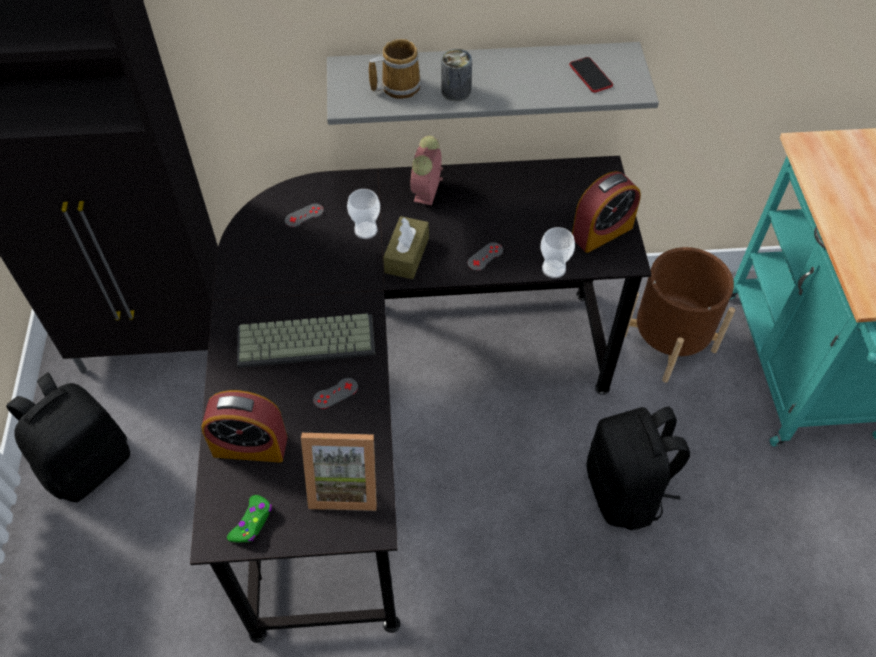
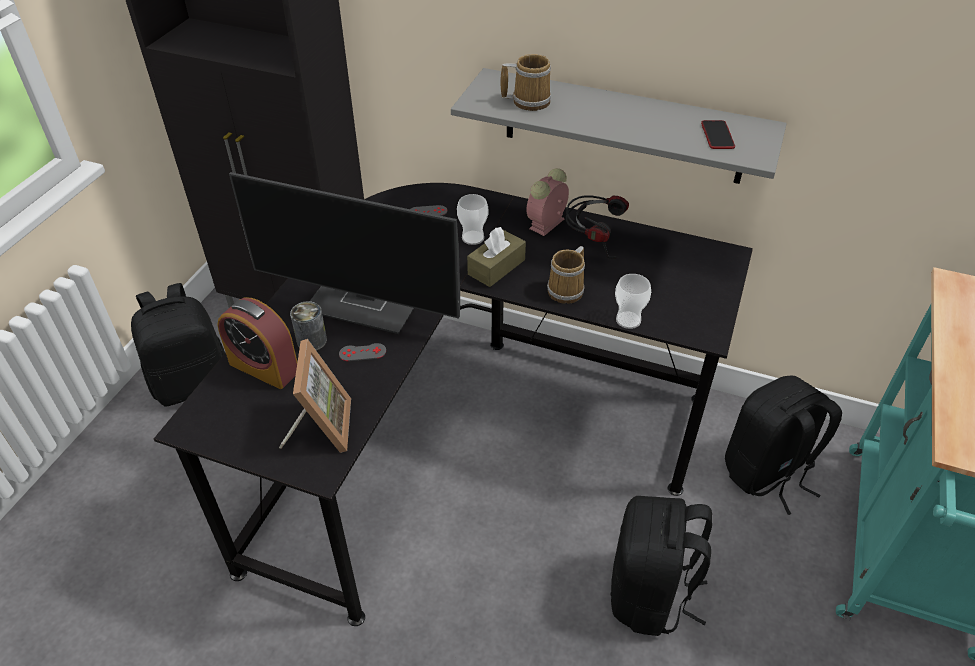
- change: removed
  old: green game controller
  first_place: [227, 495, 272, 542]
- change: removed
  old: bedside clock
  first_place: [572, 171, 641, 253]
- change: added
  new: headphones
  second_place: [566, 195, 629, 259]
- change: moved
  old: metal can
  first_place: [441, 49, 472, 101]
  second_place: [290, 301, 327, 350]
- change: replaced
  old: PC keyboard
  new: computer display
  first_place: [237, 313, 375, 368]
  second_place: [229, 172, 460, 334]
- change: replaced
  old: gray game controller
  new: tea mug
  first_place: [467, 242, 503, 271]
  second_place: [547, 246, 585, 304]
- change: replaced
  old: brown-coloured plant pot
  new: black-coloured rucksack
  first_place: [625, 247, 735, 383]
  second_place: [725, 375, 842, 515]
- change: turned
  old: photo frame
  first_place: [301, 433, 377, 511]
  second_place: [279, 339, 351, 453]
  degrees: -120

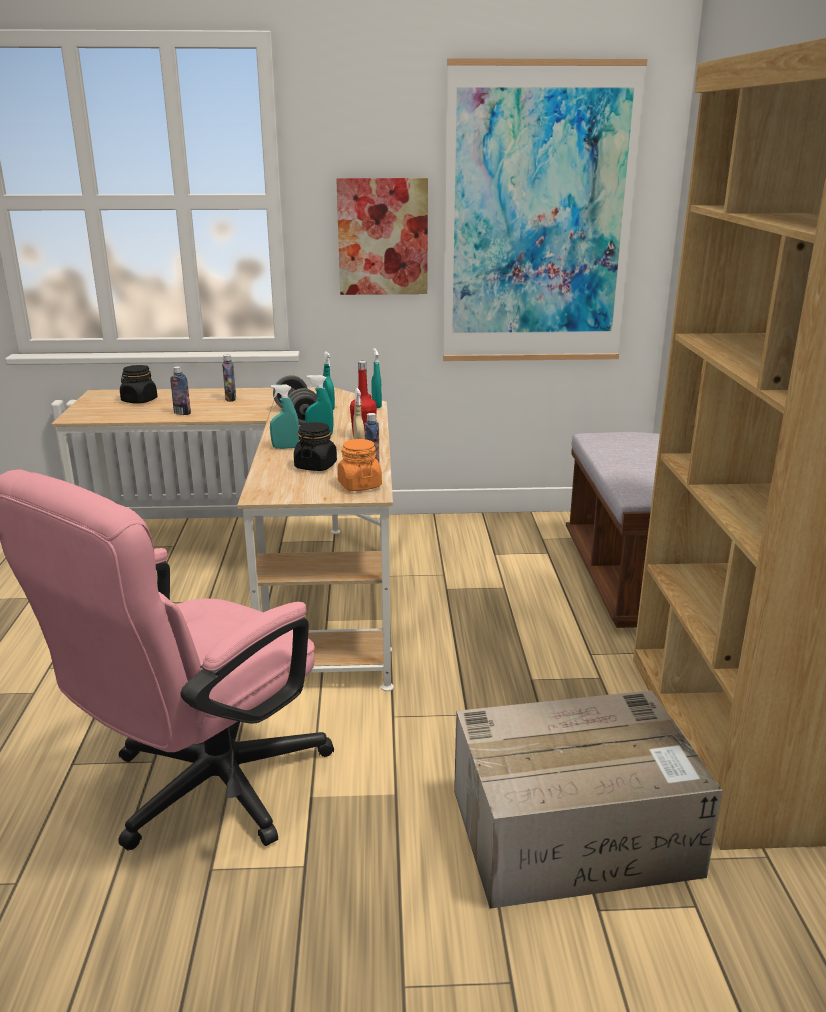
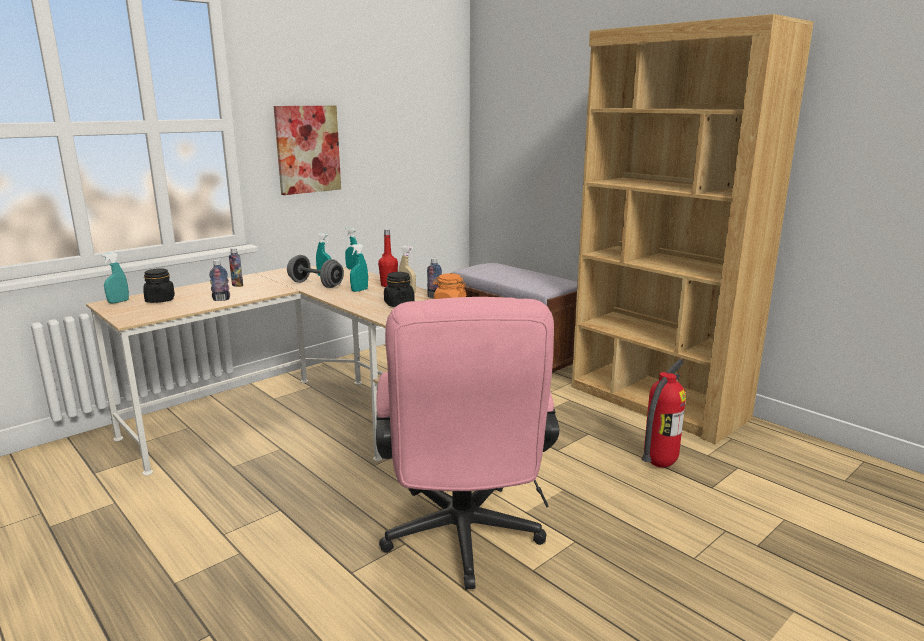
- change: removed
  old: wall art
  first_place: [443, 58, 648, 361]
- change: moved
  old: turquoise-coloured hand sprayer
  first_place: [270, 385, 299, 449]
  second_place: [101, 252, 129, 304]
- change: replaced
  old: cardboard box
  new: extinguisher
  first_place: [454, 690, 723, 909]
  second_place: [641, 358, 686, 468]

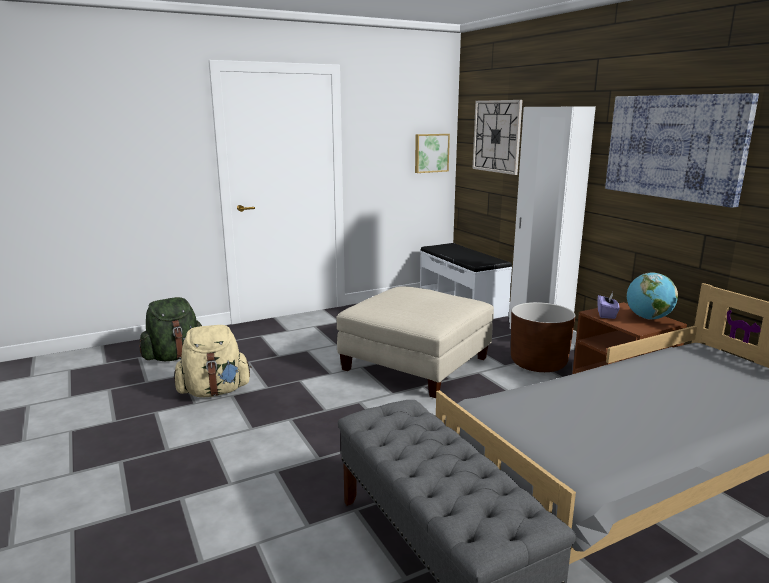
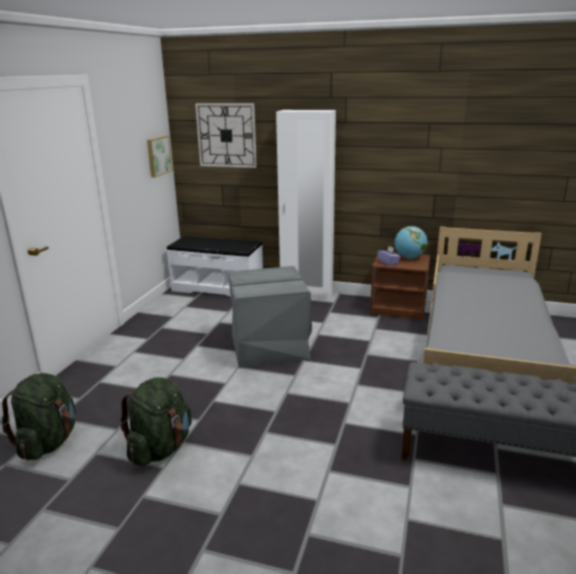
- change: removed
  old: brown-coloured plant pot
  first_place: [511, 302, 576, 372]
- change: removed
  old: wall art
  first_place: [605, 93, 759, 208]
- change: replaced
  old: beige footrest
  new: gray storage bin
  first_place: [336, 286, 494, 398]
  second_place: [228, 266, 312, 368]
- change: recoloured
  old: beige rucksack
  new: green rucksack
  first_place: [174, 325, 252, 397]
  second_place: [119, 377, 192, 466]

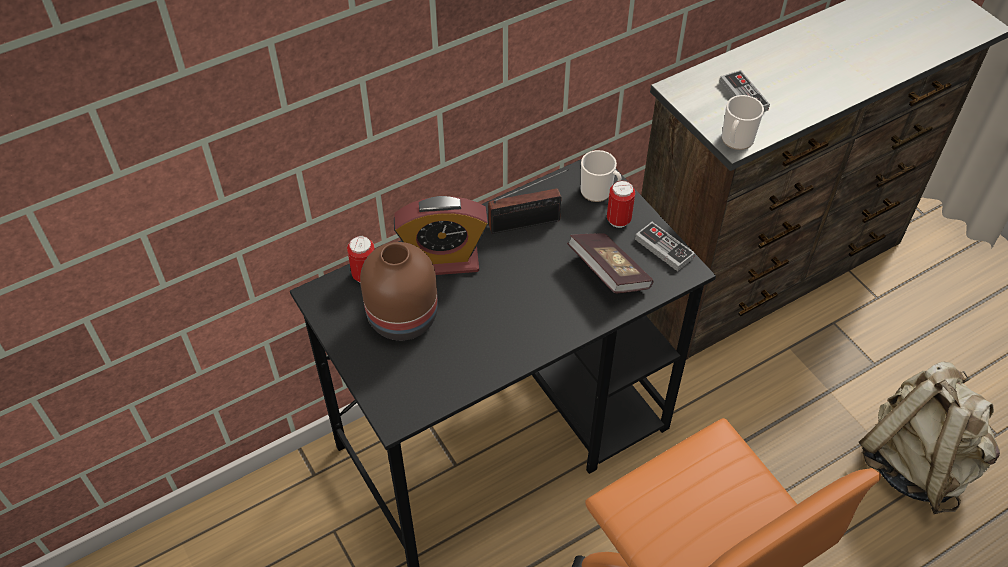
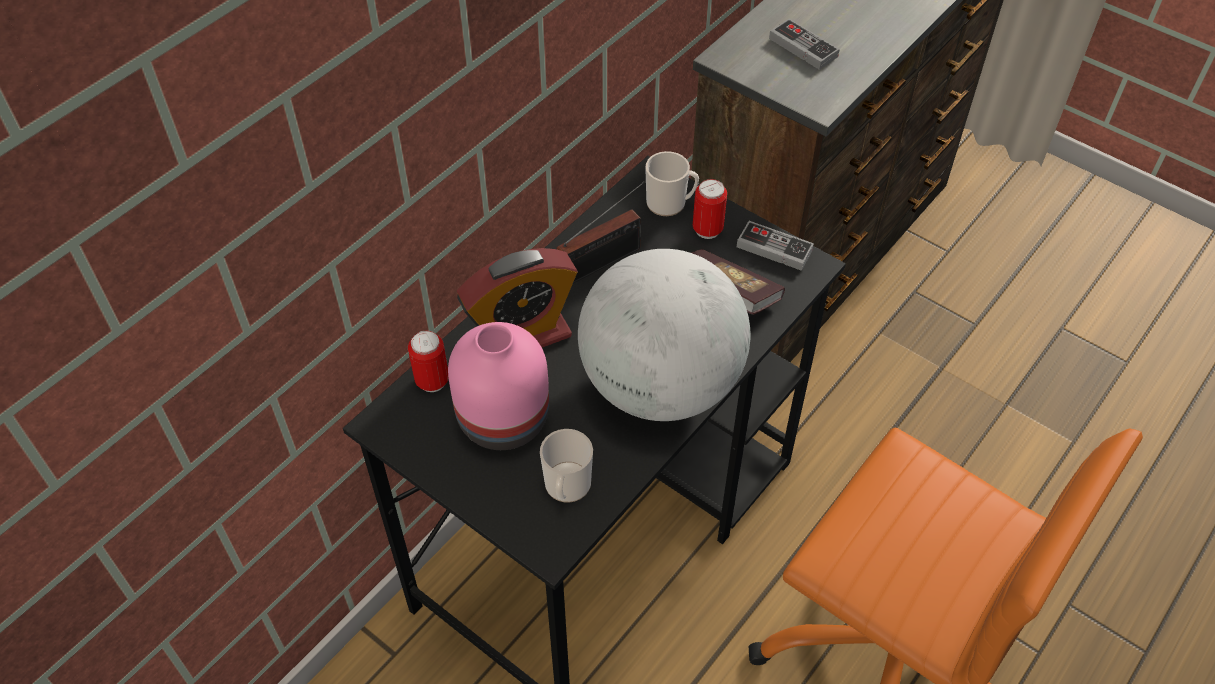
- change: removed
  old: beige rucksack
  first_place: [859, 362, 1000, 514]
- change: added
  new: globe
  second_place: [578, 249, 750, 421]
- change: moved
  old: tea mug
  first_place: [722, 95, 764, 150]
  second_place: [540, 429, 593, 503]
- change: recoloured
  old: brown-coloured flower vase
  new: pink flower vase
  first_place: [360, 242, 438, 341]
  second_place: [448, 322, 549, 450]

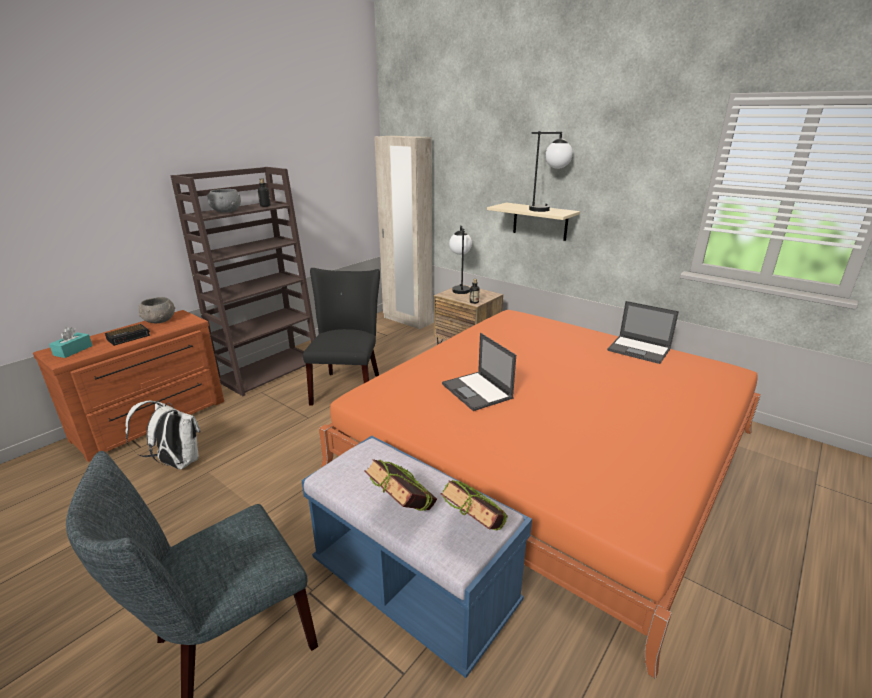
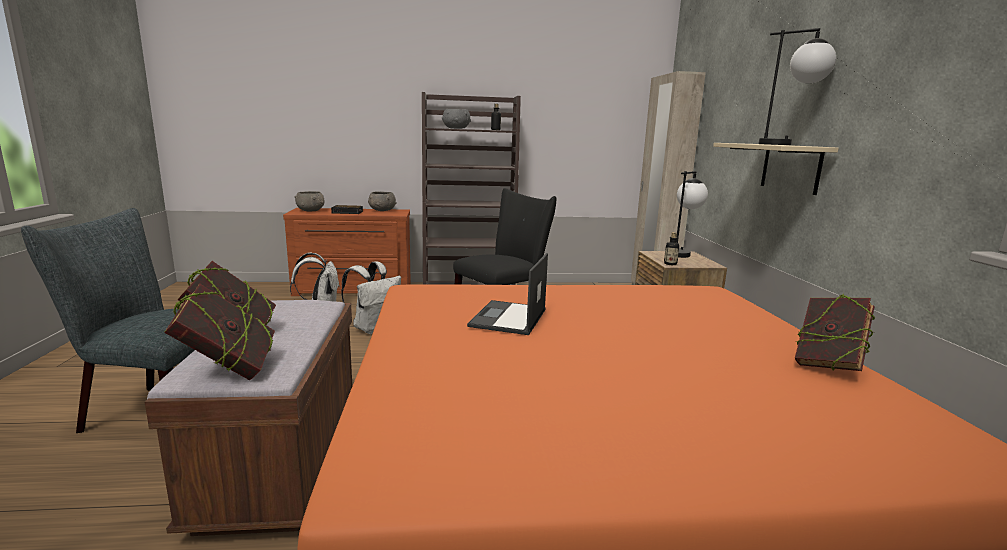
- change: added
  new: white rucksack
  second_place: [341, 261, 401, 334]
- change: replaced
  old: turquoise-coloured tissue box
  new: gray serving bowl
  first_place: [49, 327, 93, 358]
  second_place: [295, 191, 325, 211]
- change: replaced
  old: laptop
  new: volume
  first_place: [607, 301, 679, 364]
  second_place: [795, 294, 875, 371]
- change: recoloured
  old: blue-coloured indoor bench
  new: brown-coloured indoor bench
  first_place: [301, 436, 532, 678]
  second_place: [145, 300, 352, 536]

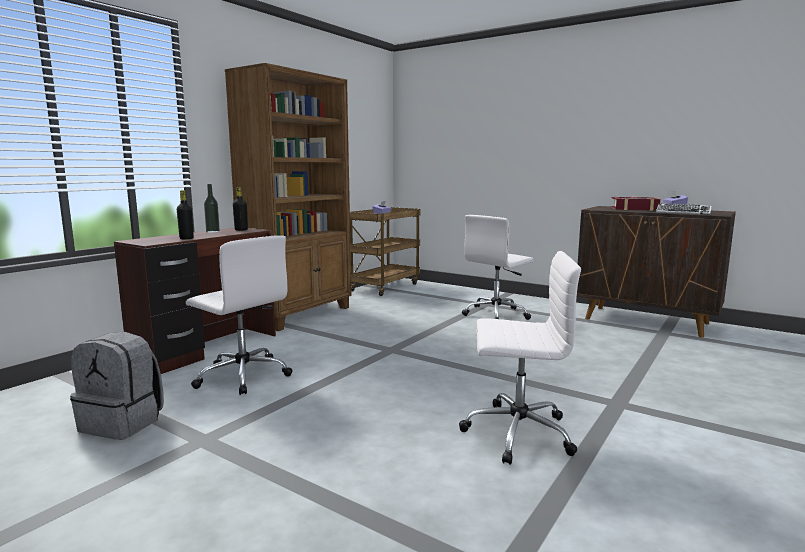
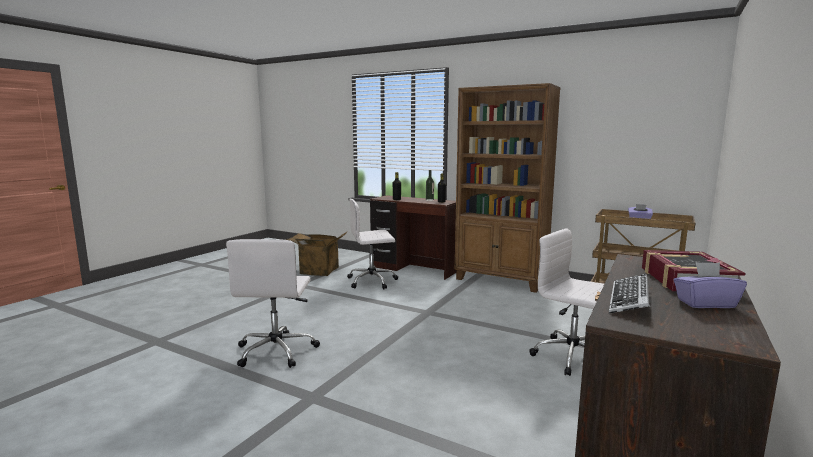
- change: replaced
  old: gray rucksack
  new: cardboard box
  first_place: [70, 332, 164, 440]
  second_place: [286, 231, 348, 276]
- change: turned
  old: white desk chair
  first_place: [186, 235, 293, 395]
  second_place: [347, 199, 398, 289]
  degrees: 45

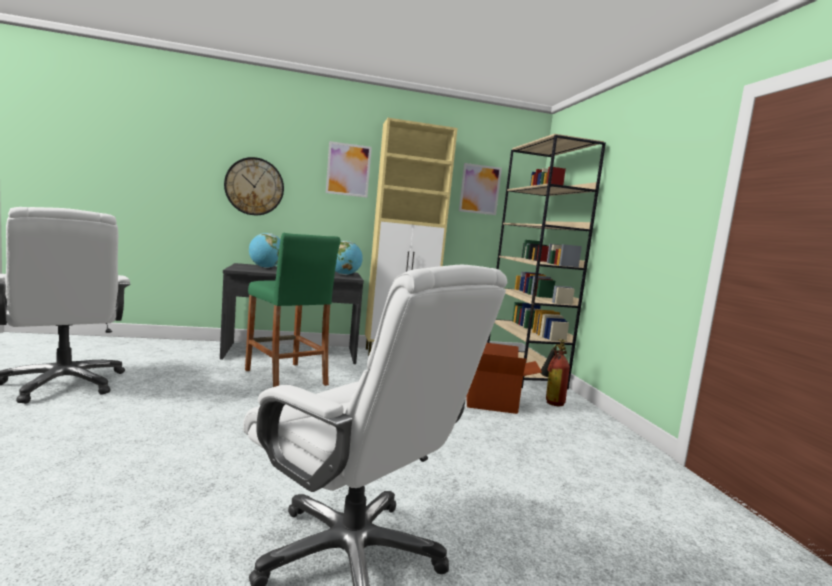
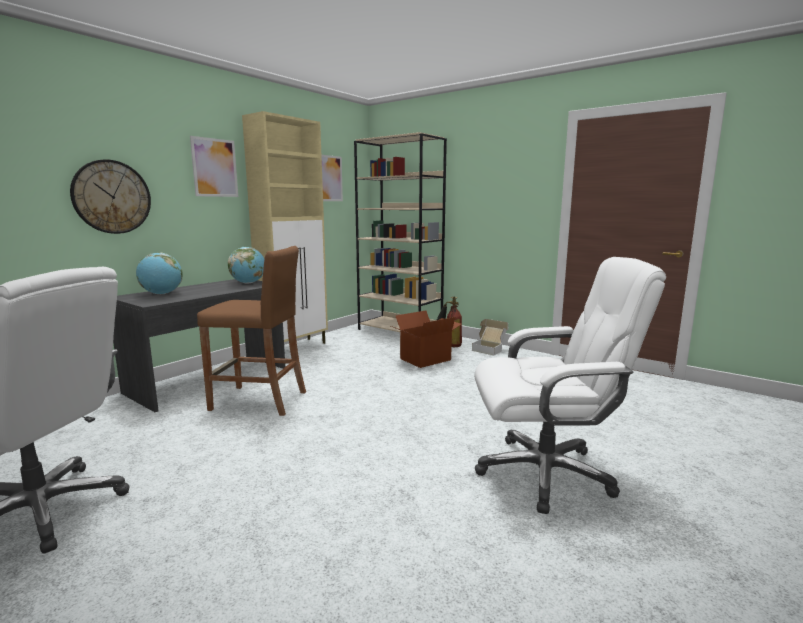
- change: added
  new: cardboard box
  second_place: [472, 319, 508, 355]
- change: recoloured
  old: green stool
  new: brown-coloured stool
  first_place: [245, 233, 340, 387]
  second_place: [197, 246, 306, 416]

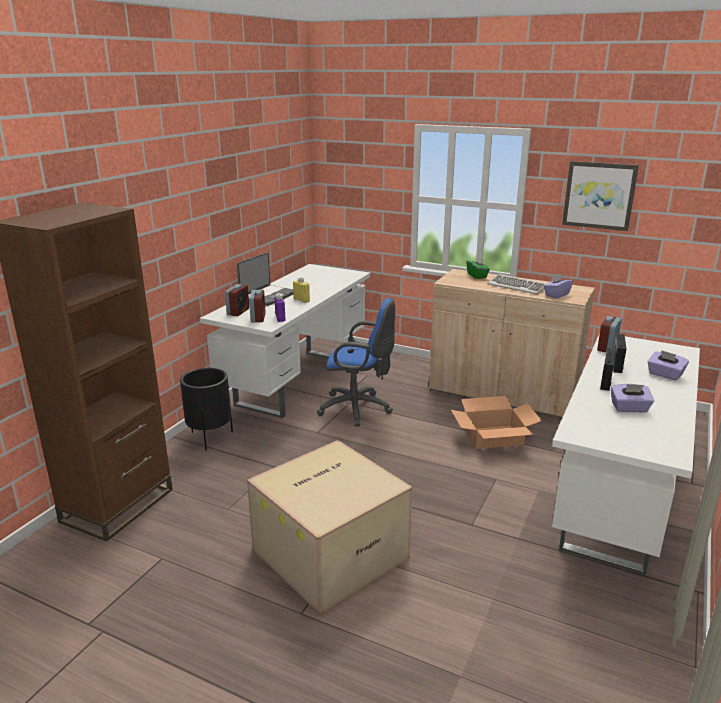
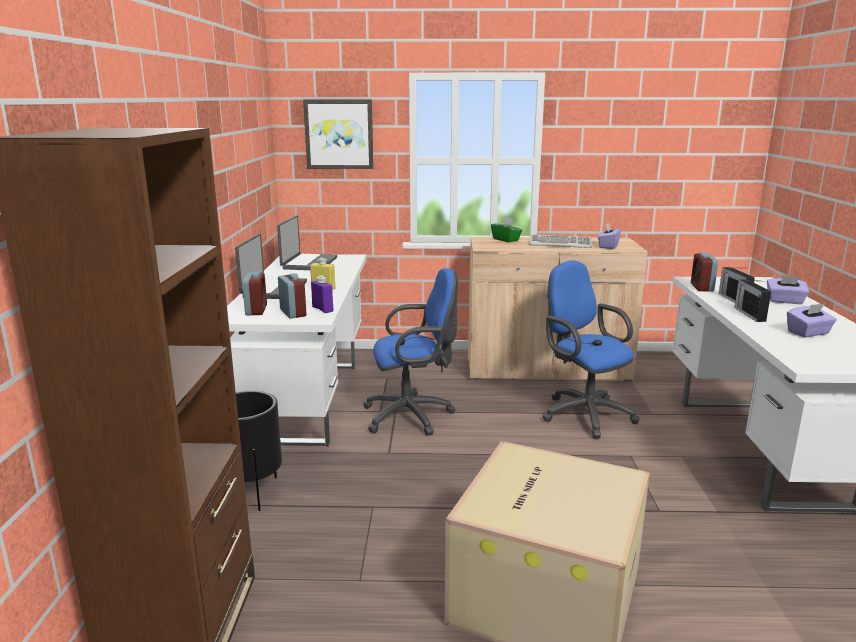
- change: added
  new: laptop
  second_place: [277, 215, 337, 270]
- change: moved
  old: wall art
  first_place: [562, 161, 639, 231]
  second_place: [303, 99, 374, 169]
- change: replaced
  old: cardboard box
  new: blue-coloured desk chair
  first_place: [451, 396, 542, 449]
  second_place: [542, 260, 639, 438]

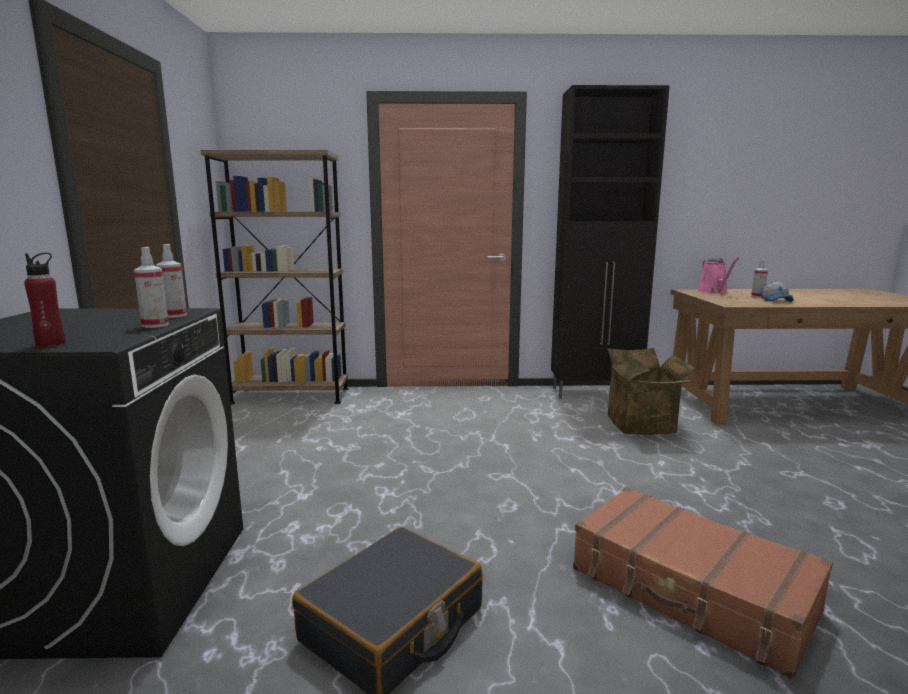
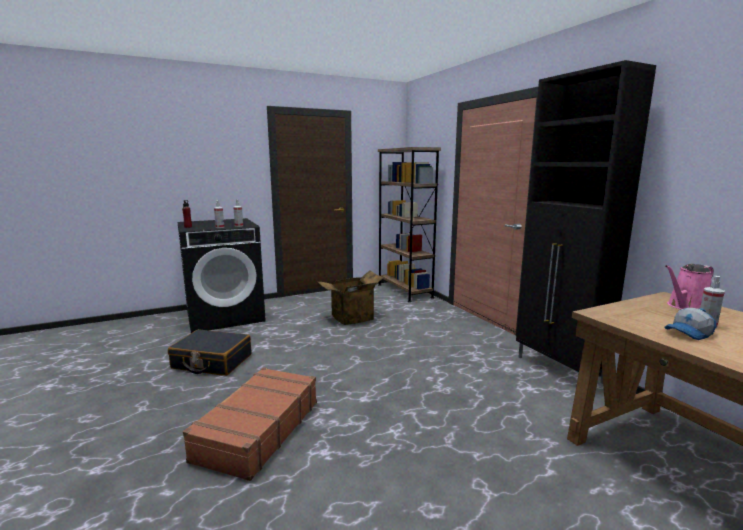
- change: moved
  old: cardboard box
  first_place: [607, 348, 695, 435]
  second_place: [318, 270, 385, 325]

